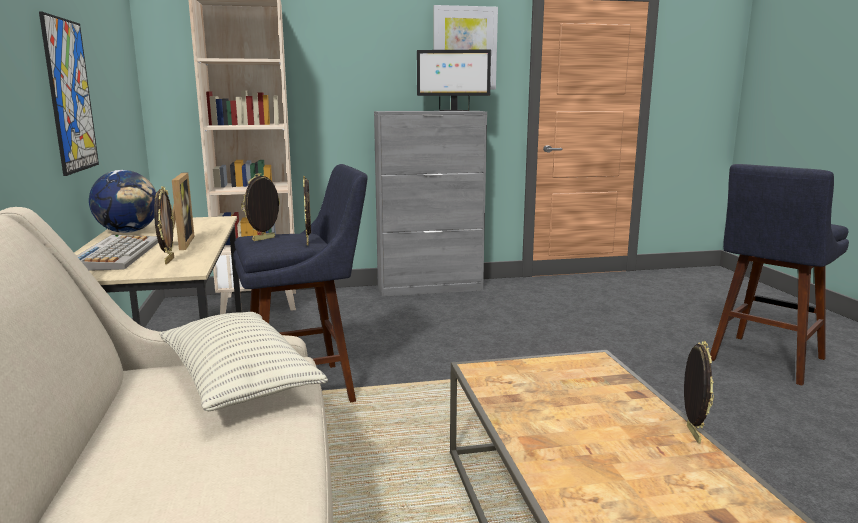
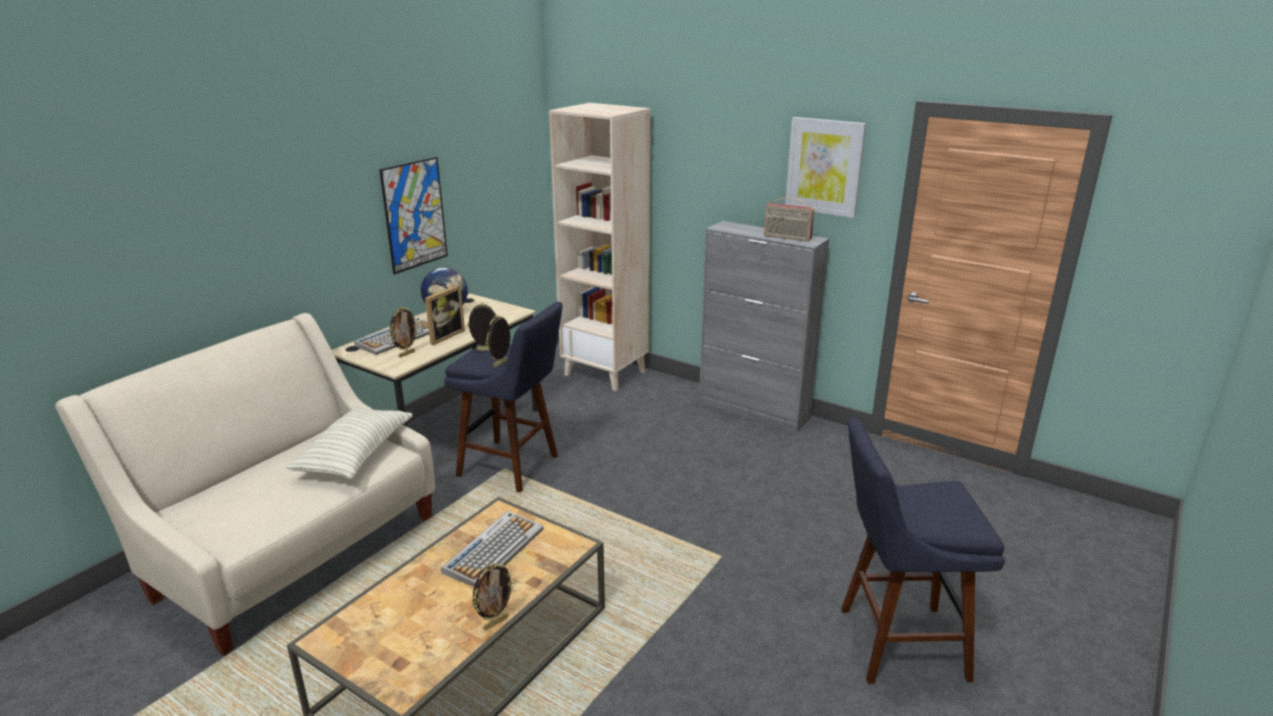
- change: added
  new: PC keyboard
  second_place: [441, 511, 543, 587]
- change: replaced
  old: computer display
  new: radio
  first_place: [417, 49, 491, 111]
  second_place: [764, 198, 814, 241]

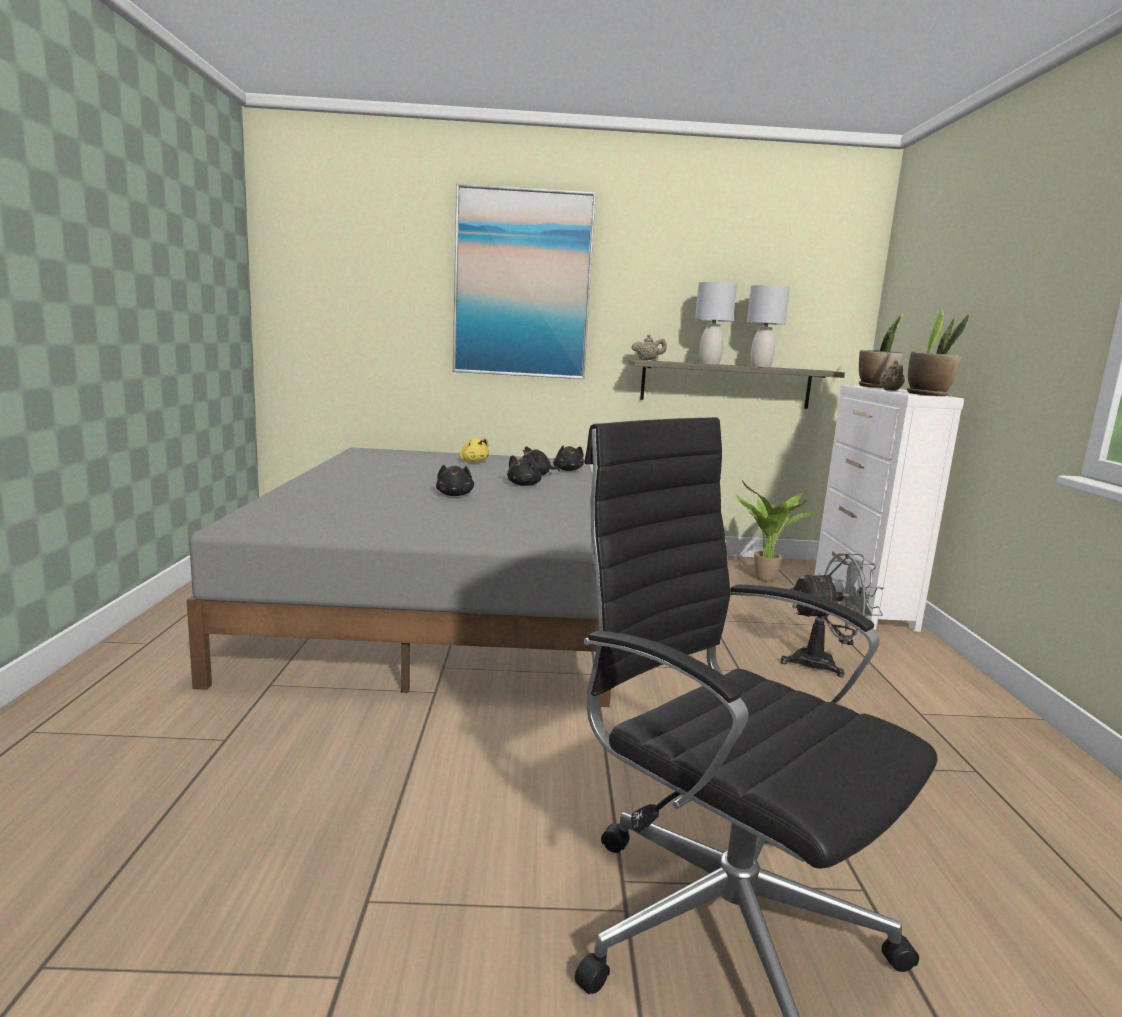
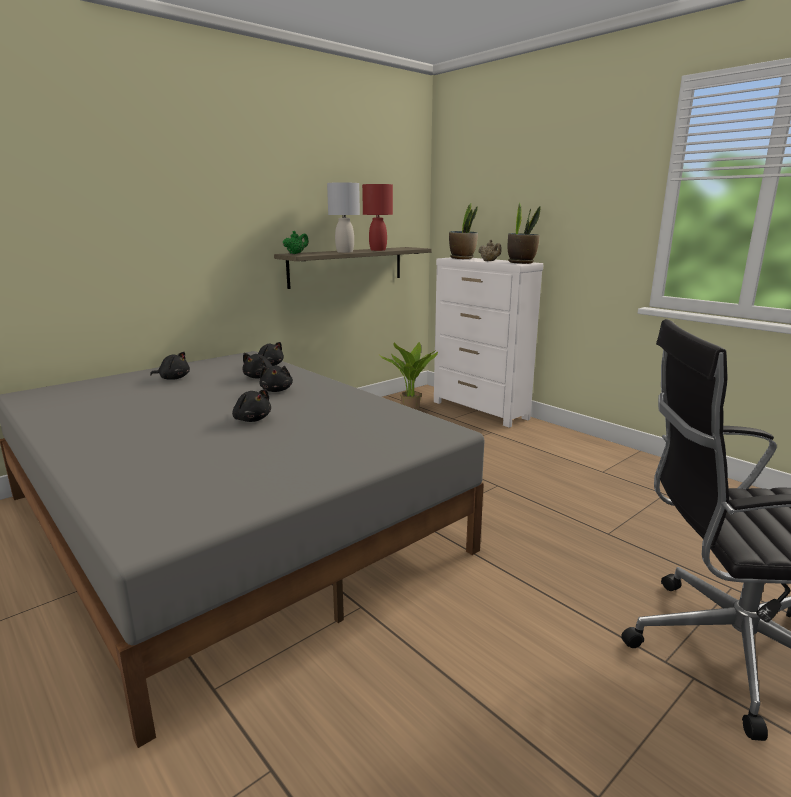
- change: removed
  old: wall art
  first_place: [453, 184, 596, 379]
- change: removed
  old: gray electric fan
  first_place: [780, 553, 884, 677]
- change: recoloured
  old: yellowish cuddly toy
  new: black-coloured cuddly toy
  first_place: [459, 438, 489, 463]
  second_place: [150, 352, 190, 380]
- change: recoloured
  old: beige tea pot
  new: green tea pot
  first_place: [632, 335, 667, 360]
  second_place: [283, 231, 309, 254]
- change: recoloured
  old: gray lamp for a table
  new: red-coloured lamp for a table
  first_place: [747, 285, 790, 368]
  second_place: [362, 184, 393, 251]

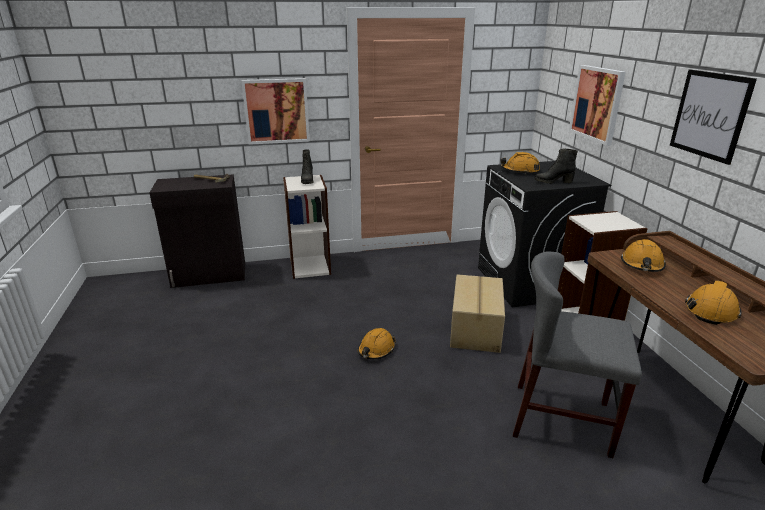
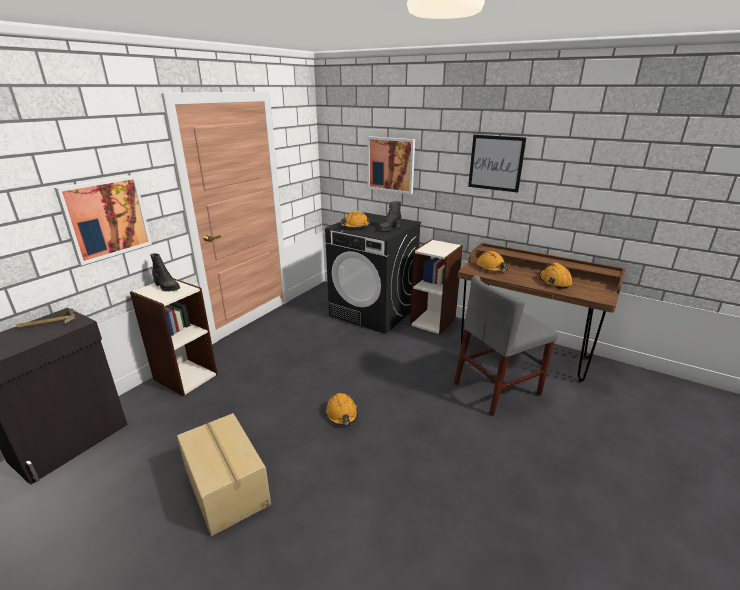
- change: moved
  old: cardboard box
  first_place: [450, 274, 505, 353]
  second_place: [177, 413, 271, 536]

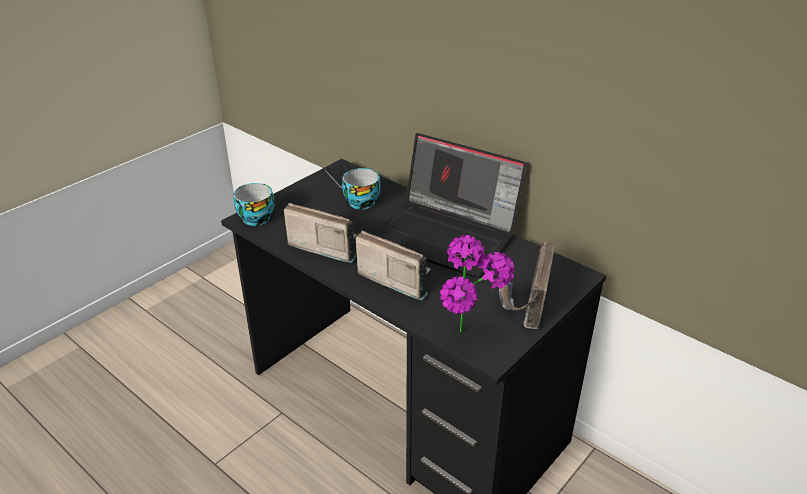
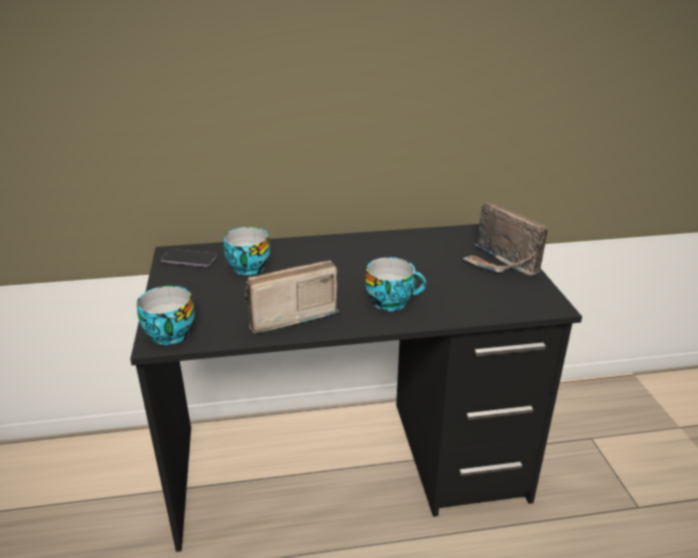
- change: removed
  old: laptop
  first_place: [372, 133, 526, 278]
- change: removed
  old: plant in a pot
  first_place: [440, 235, 515, 332]
- change: replaced
  old: radio
  new: small cup
  first_place: [355, 231, 431, 301]
  second_place: [365, 257, 426, 311]

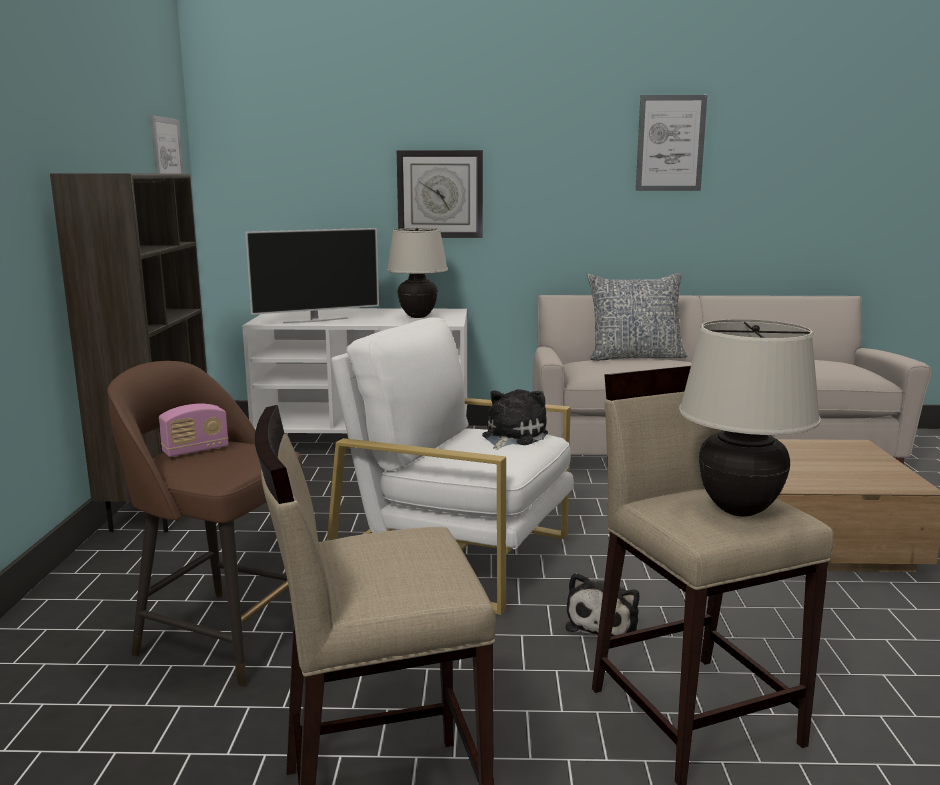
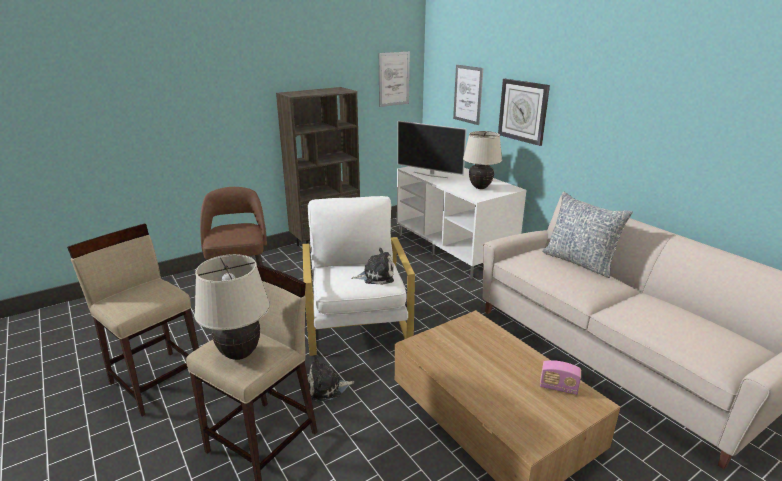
- change: moved
  old: radio
  first_place: [159, 403, 229, 457]
  second_place: [540, 360, 581, 395]
- change: moved
  old: wall art
  first_place: [636, 95, 707, 191]
  second_place: [453, 65, 483, 125]

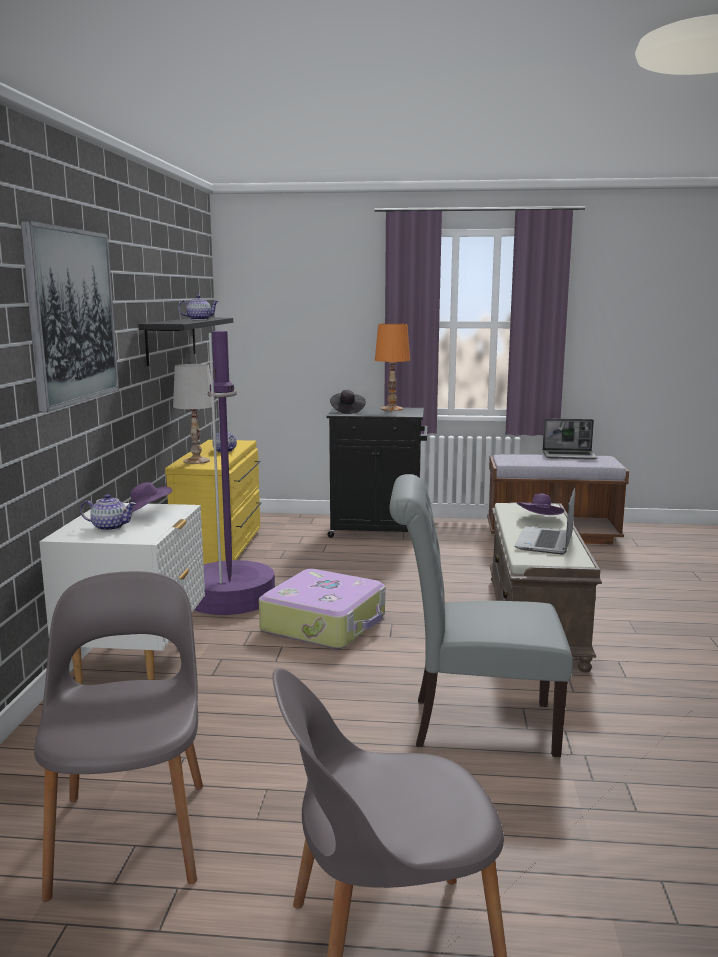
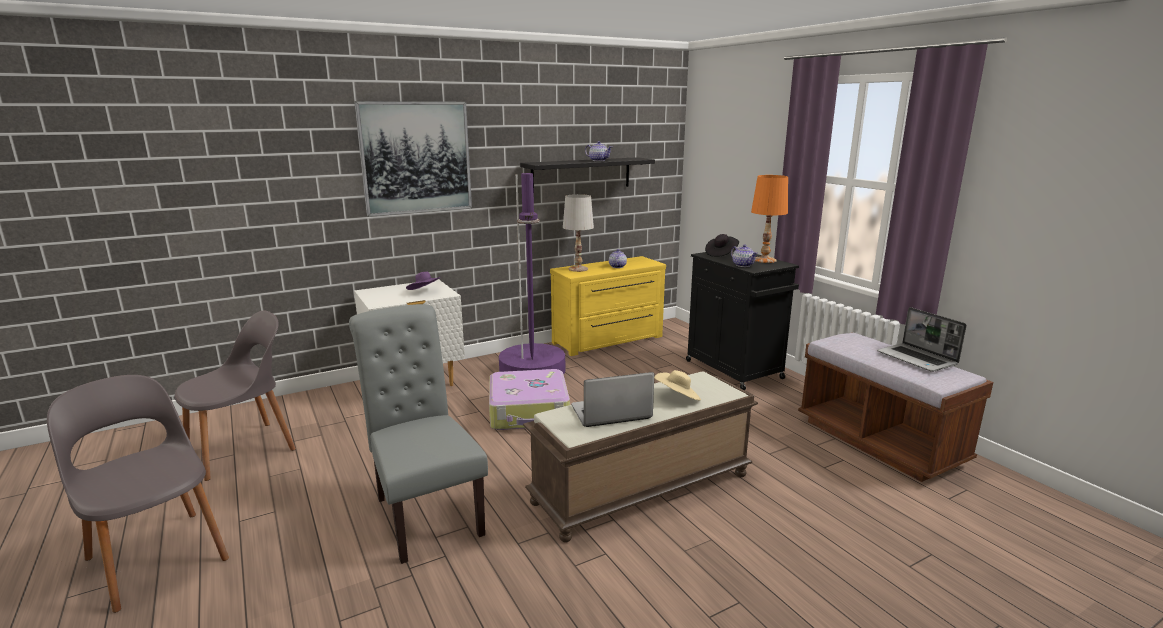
- change: moved
  old: tea pot
  first_place: [80, 494, 137, 531]
  second_place: [731, 244, 758, 267]
- change: recoloured
  old: purple-coloured wearable hat
  new: beige wearable hat
  first_place: [517, 494, 564, 515]
  second_place: [654, 370, 701, 400]

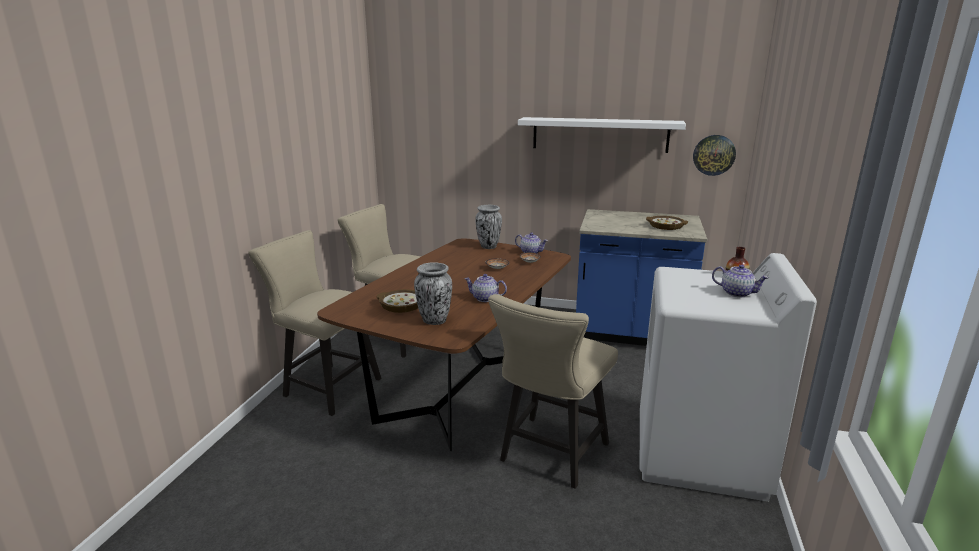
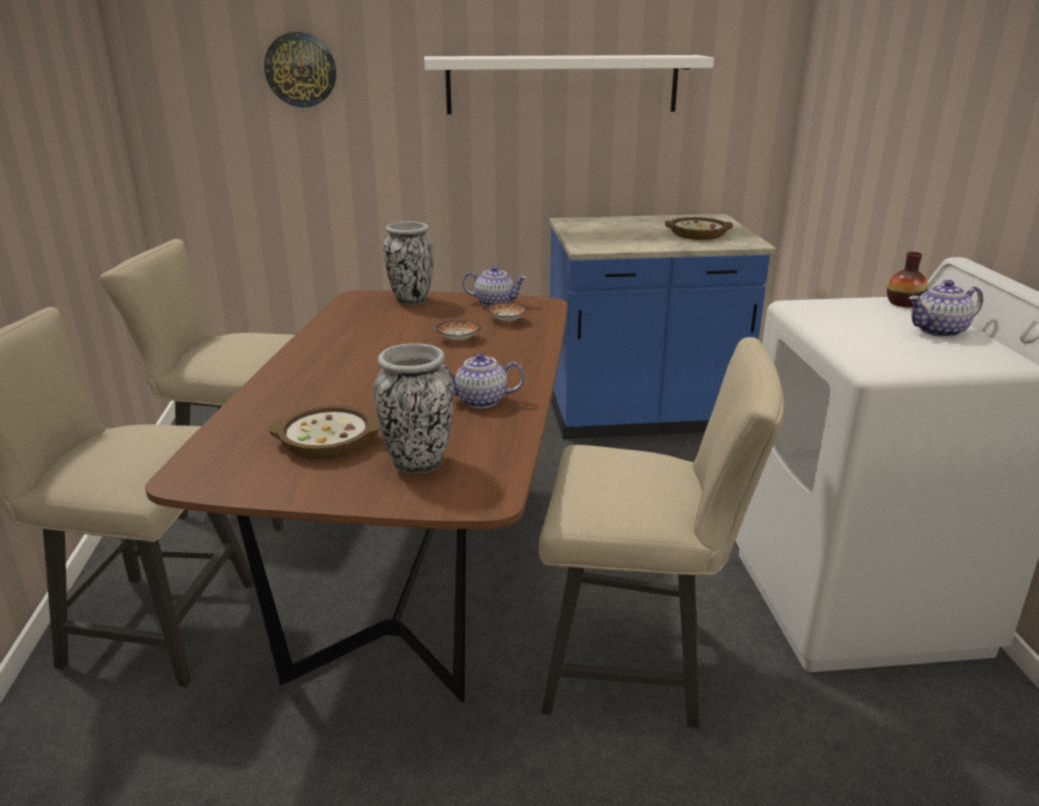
- change: moved
  old: hanging clock
  first_place: [693, 135, 736, 176]
  second_place: [264, 32, 336, 107]
- change: turned
  old: beige chair
  first_place: [488, 294, 618, 489]
  second_place: [539, 337, 784, 728]
  degrees: -90
- change: turned
  old: tea pot
  first_place: [712, 264, 769, 297]
  second_place: [909, 280, 983, 338]
  degrees: 150

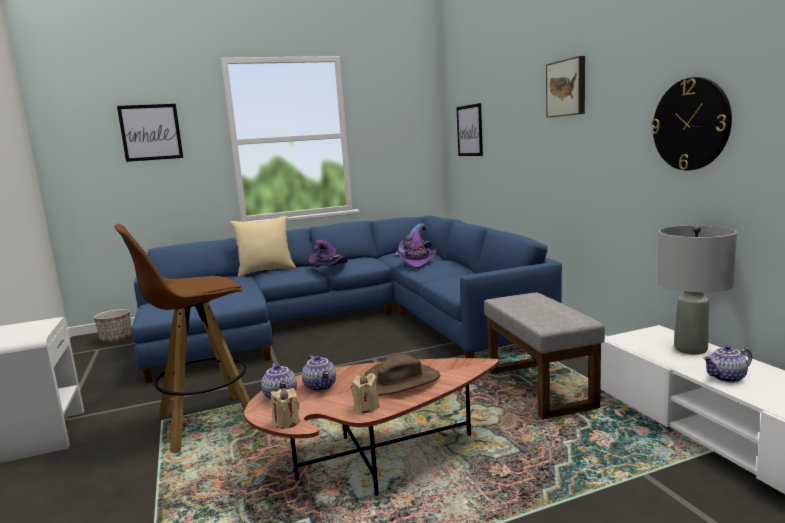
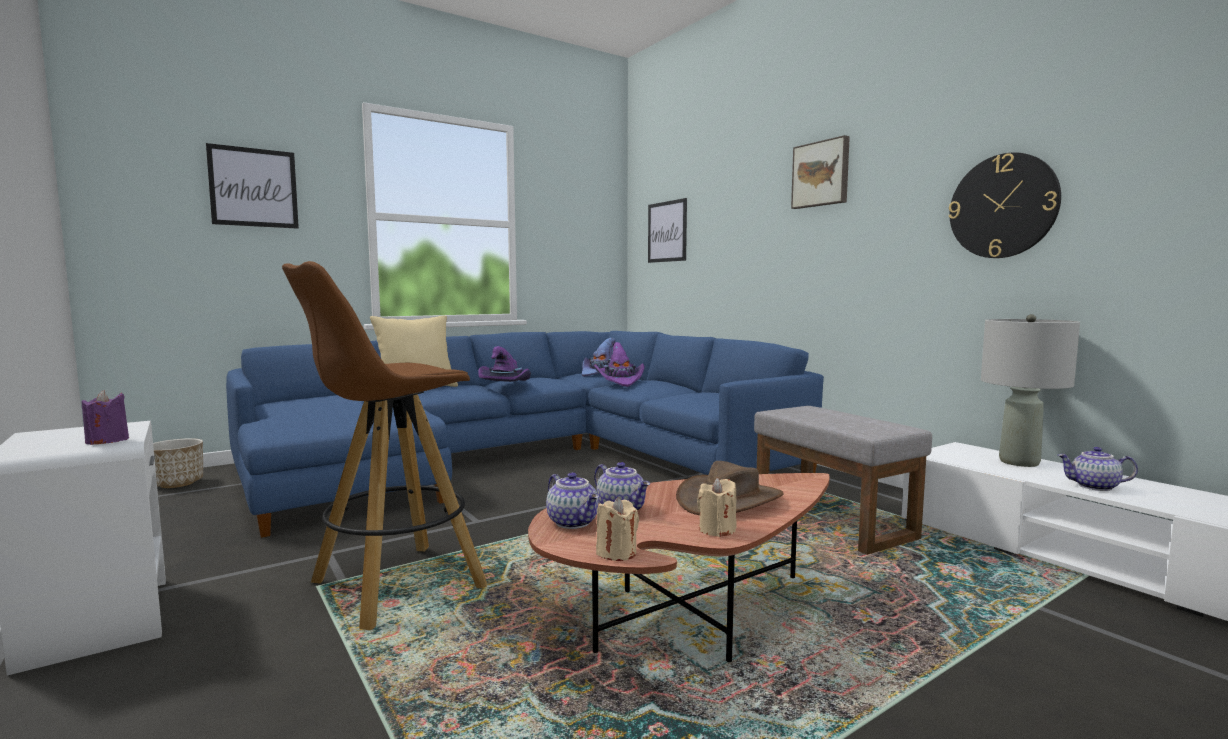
- change: added
  new: purple-coloured wax light
  second_place: [82, 390, 129, 445]
- change: turned
  old: tea pot
  first_place: [703, 345, 752, 383]
  second_place: [1057, 447, 1138, 491]
  degrees: 45

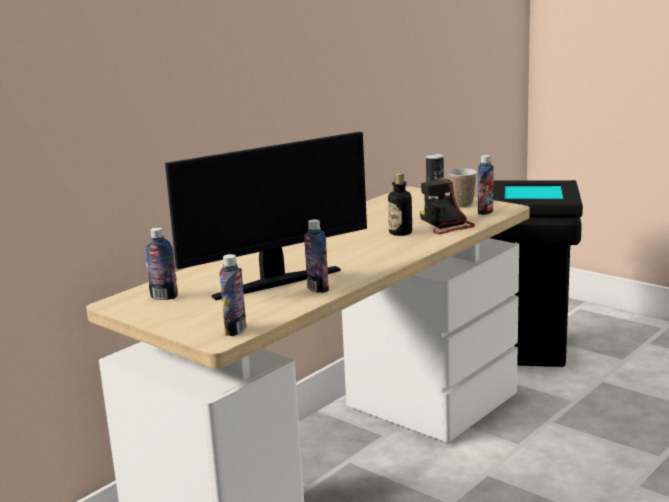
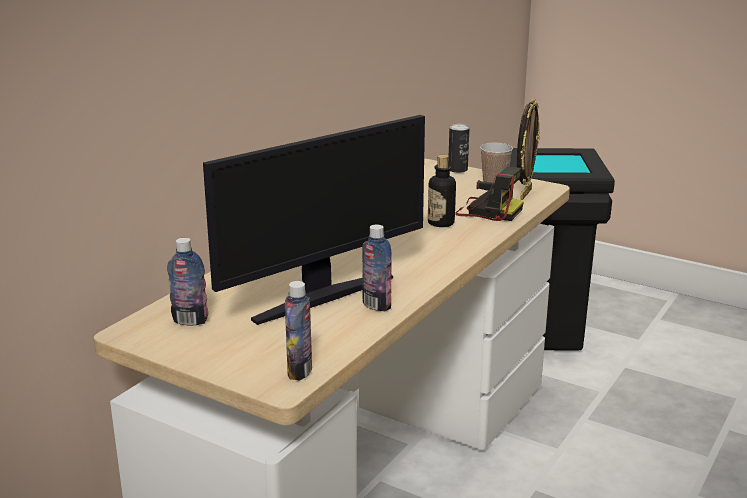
- change: replaced
  old: drink bottle
  new: photo frame
  first_place: [478, 155, 494, 215]
  second_place: [517, 99, 540, 200]
- change: turned
  old: still camera
  first_place: [420, 179, 475, 234]
  second_place: [455, 167, 523, 221]
  degrees: 150

